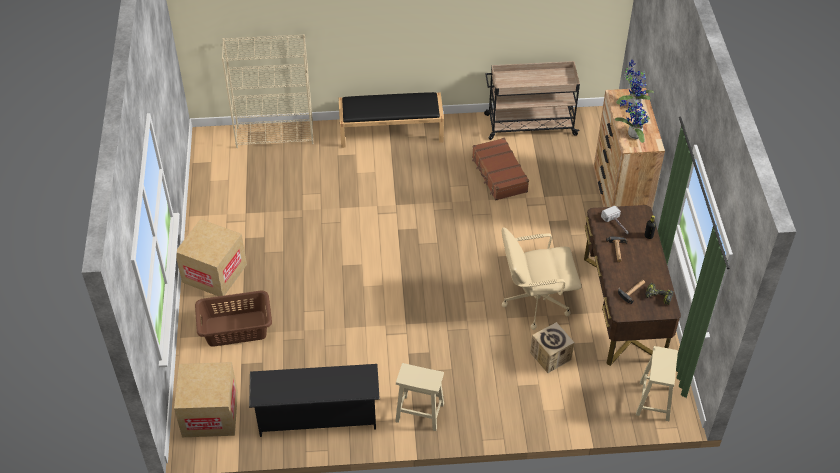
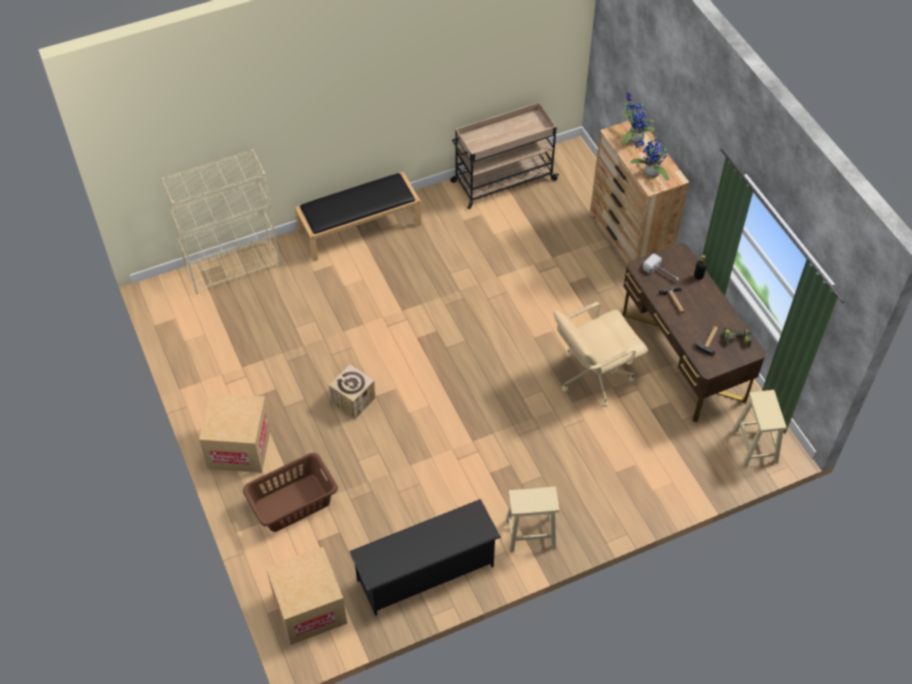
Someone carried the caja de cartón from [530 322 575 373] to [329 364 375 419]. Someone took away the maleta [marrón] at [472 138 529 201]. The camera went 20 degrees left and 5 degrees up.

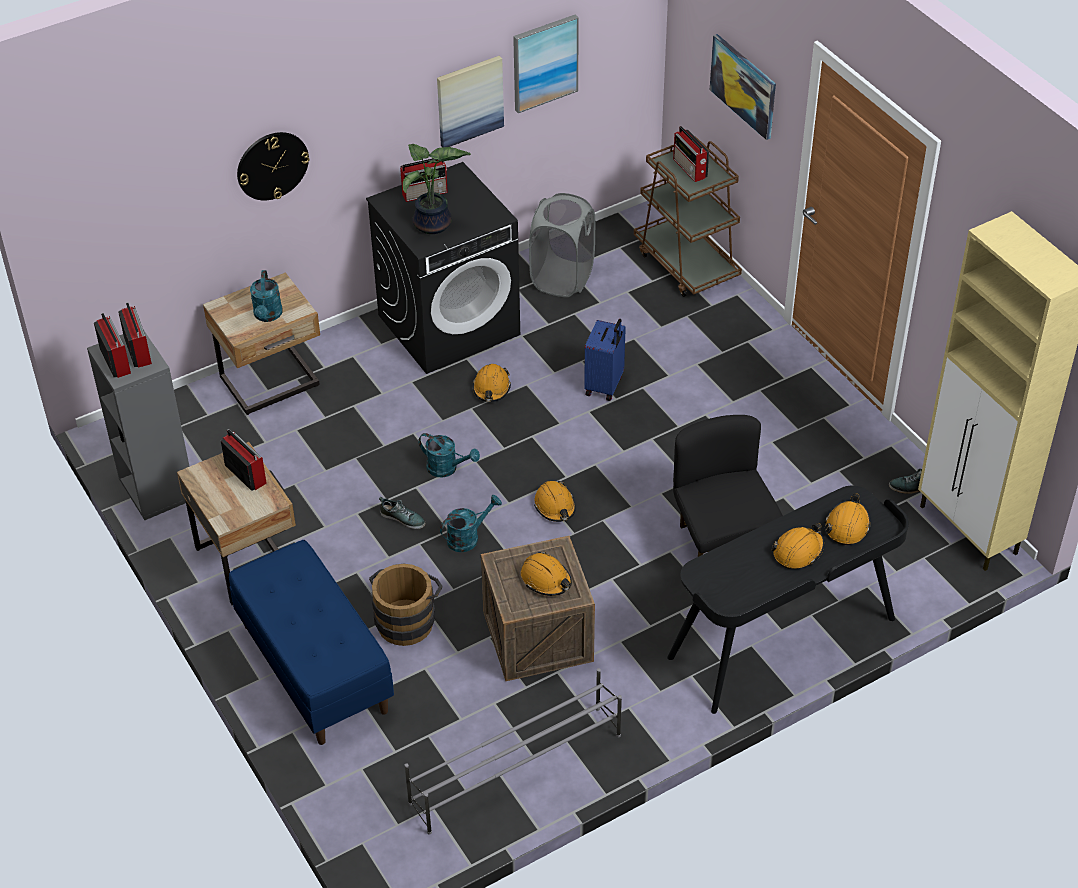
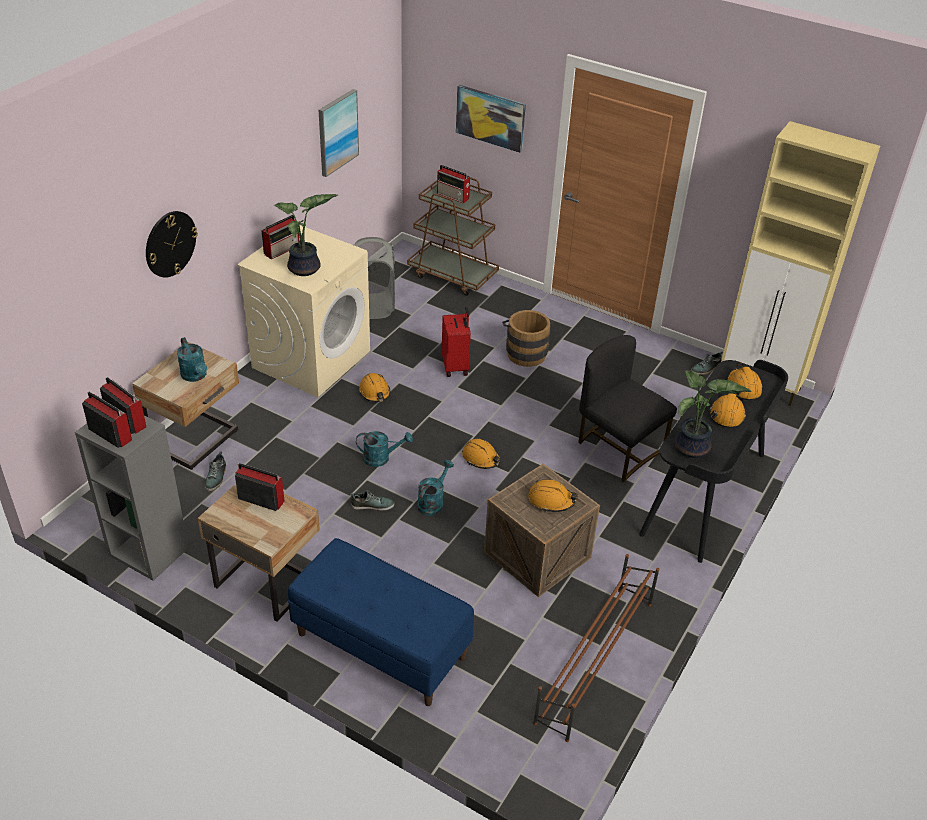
Someone put down the zapato at [205 451 226 491]. Someone repainted the lavadora [negro] at [366 162 520 374], which became the lavadora [beis] at [237 225 370 397]. Someone repainted the maleta [azul] at [584 319 626 401], which became the maleta [rojo] at [442 307 471 377]. Someone carried the cubo [marrón] from [369 564 442 646] to [502 310 553 367]. Someone repainted the zapatero [gris] at [405 668 622 835], which became the zapatero [marrón] at [533 554 659 742]. Someone put down the planta en maceta at [673 370 752 458]. Someone took away the cuadro at [437 56 504 147]. The camera went 30 degrees left and 5 degrees down.

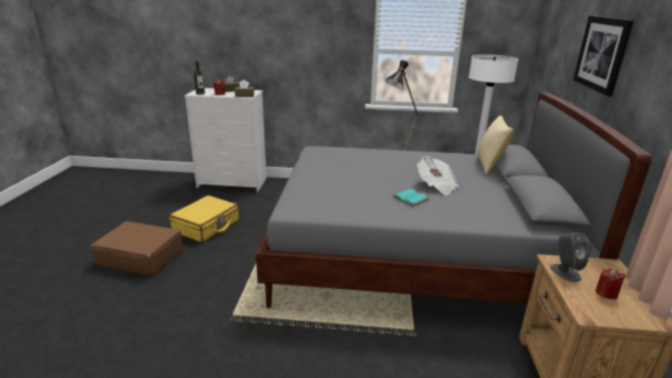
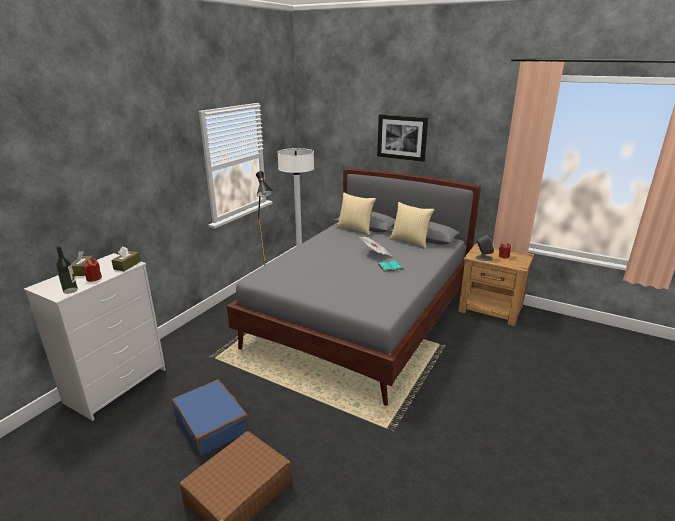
Someone repainted the maleta [amarillo] at [169 195 239 242], which became the maleta [azul] at [172 380 248 456]. Someone put down the cojín at [390 202 435 249]. The camera went 65 degrees left and 0 degrees up.

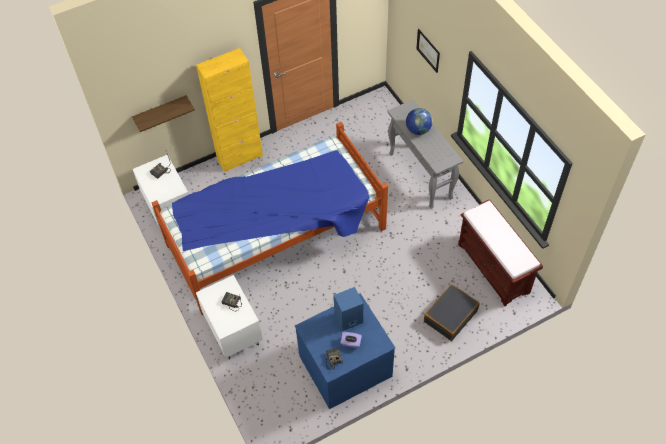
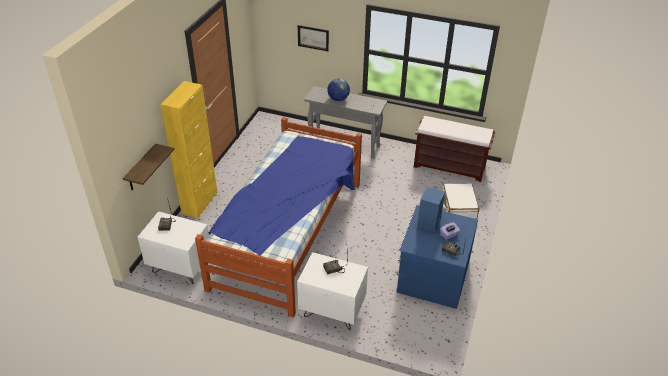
Someone repainted the maleta [negro] at [424 284 480 341], which became the maleta [blanco] at [442 183 479 219]. The camera went 45 degrees left and 15 degrees down.

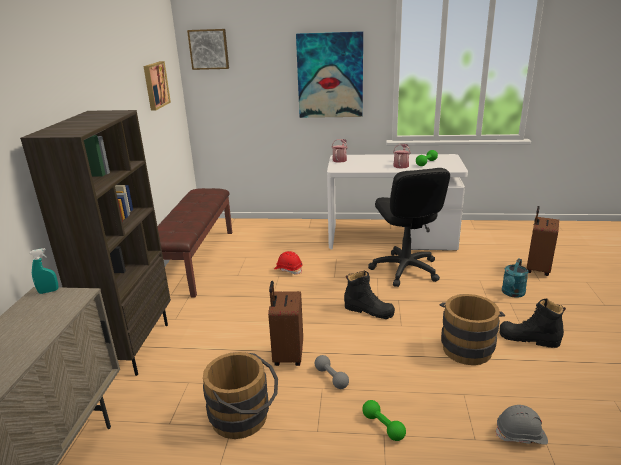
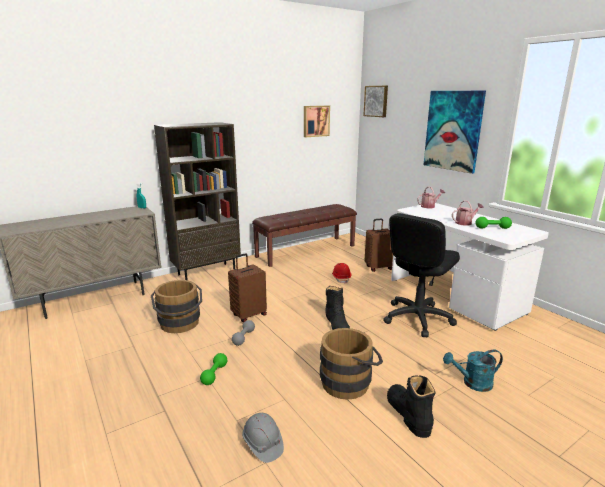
Someone carried the maleta [marrón] from [527 206 559 276] to [365 218 393 272]. The camera went 50 degrees right and 5 degrees down.

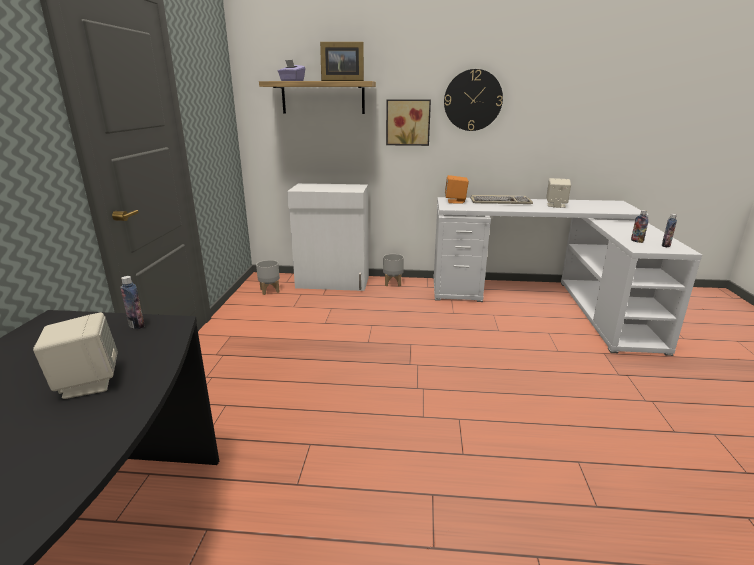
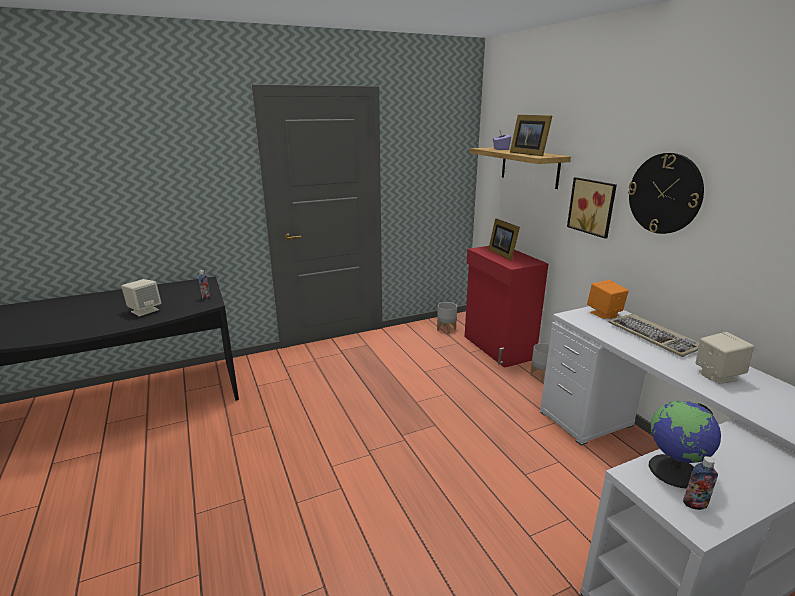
Someone repainted the armario [blanco] at [287 183 369 291], which became the armario [rojo] at [465 246 548 368]. Someone put down the portarretratos at [488 218 520 260]. Someone swapped the botella at [631 210 648 243] for the globo terráqueo at [649 401 721 488]. The camera went 60 degrees right and 0 degrees up.

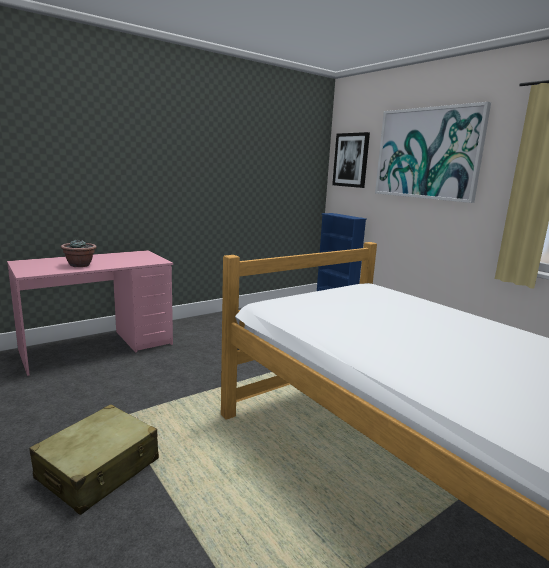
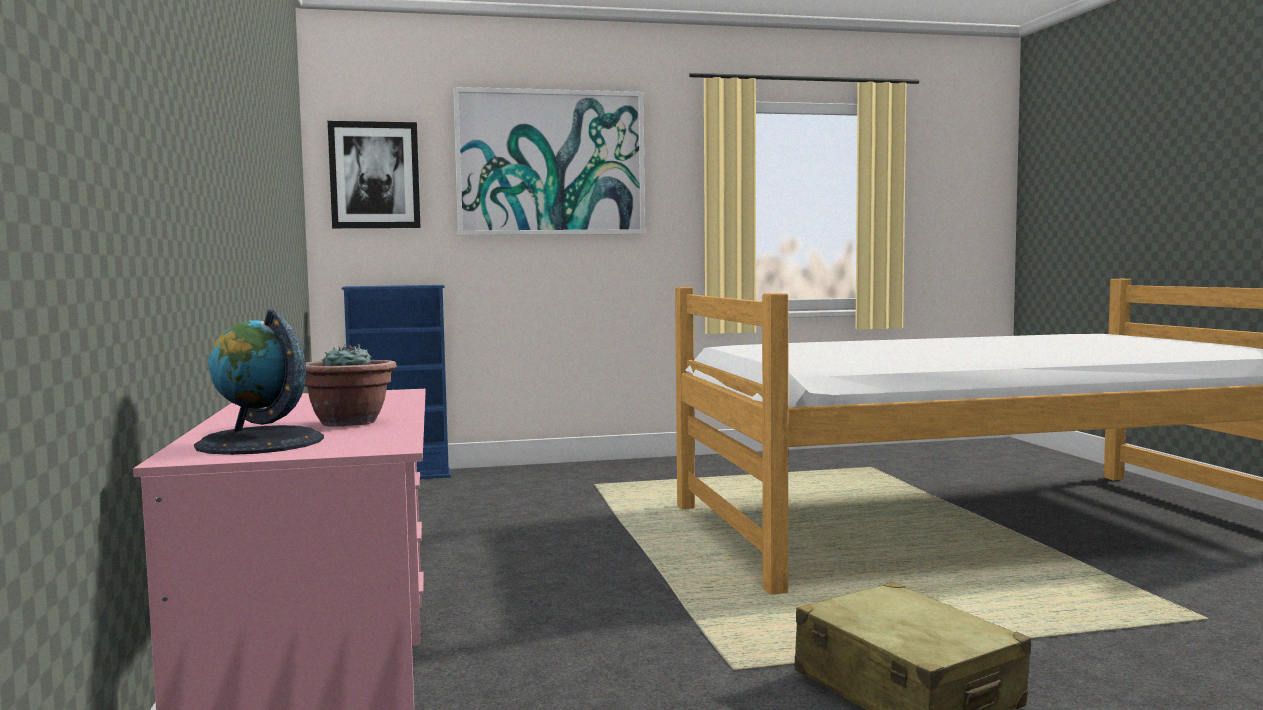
Someone put down the globo terráqueo at [194 309 324 455]. The camera went 65 degrees left and 10 degrees down.

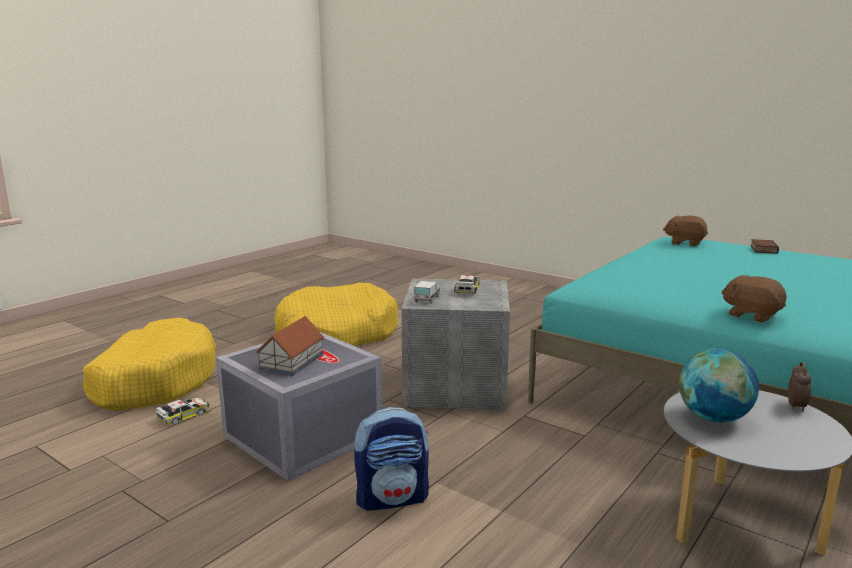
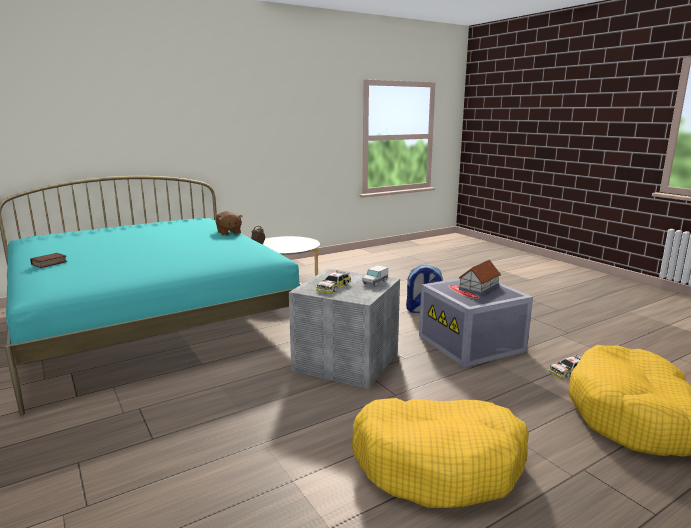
Someone took away the peluche [marrón] at [663 216 708 246]. Someone took away the globo terráqueo at [679 348 759 423]. The camera went 160 degrees left and 0 degrees up.

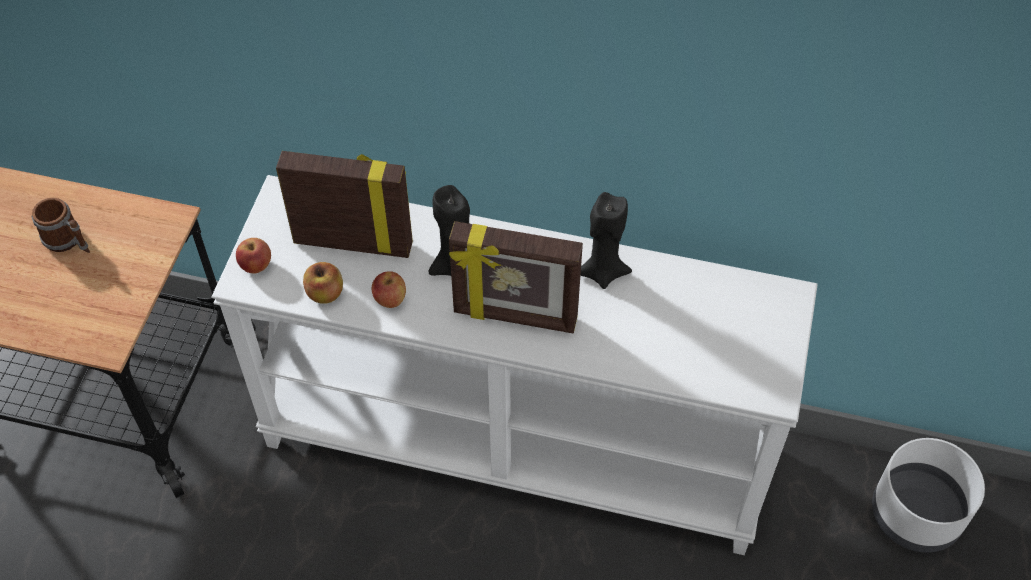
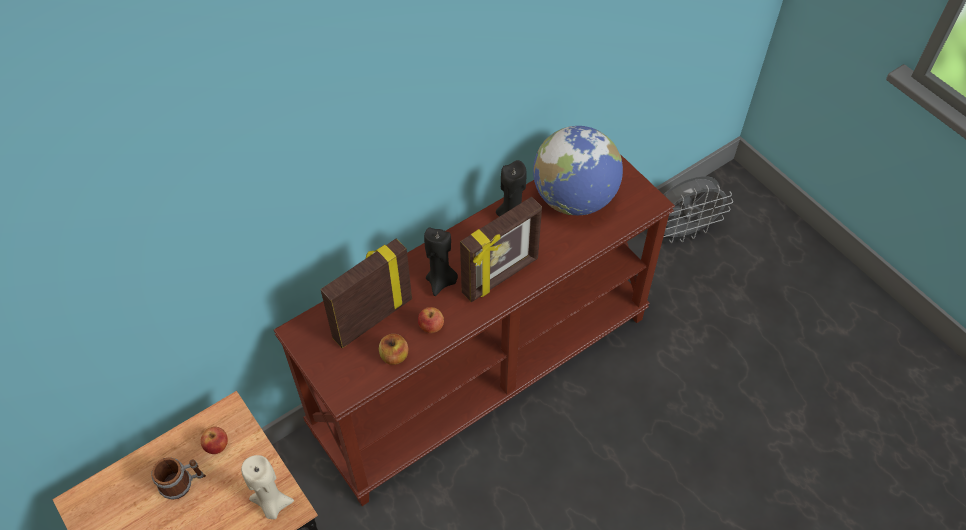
Someone carried the manzana from [236 238 271 274] to [201 427 228 454]. Someone put down the vela [beis] at [241 455 294 519]. Someone repainted the mesa consola [blanco] at [211 175 818 555], which became the mesa consola [marrón] at [274 154 675 506]. Someone put down the globo terráqueo at [533 126 623 215]. Someone swapped the maceta [blanco] at [872 438 985 553] for the ventilador [gris] at [663 176 733 243]. The camera went 50 degrees left and 0 degrees up.

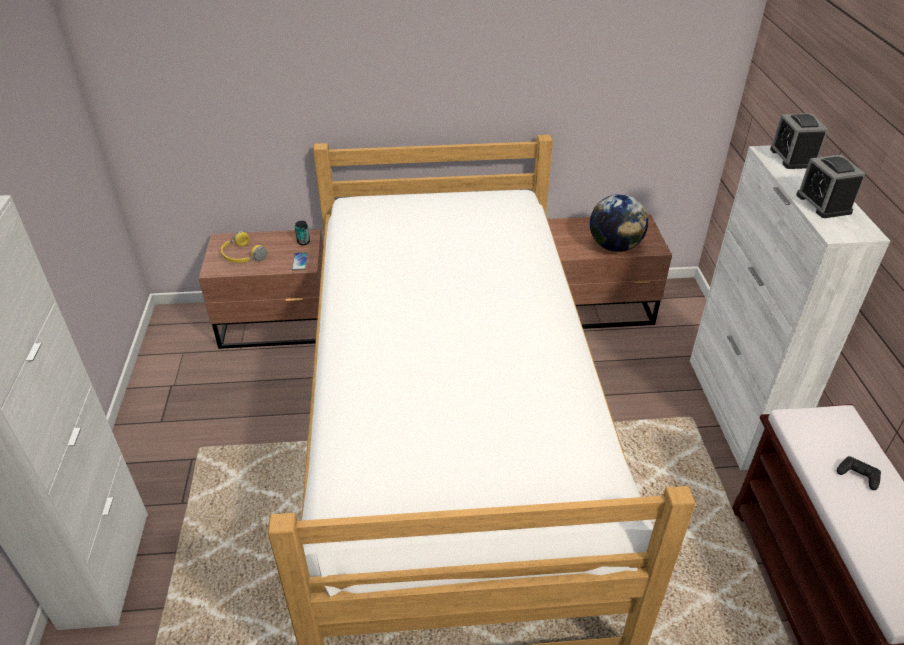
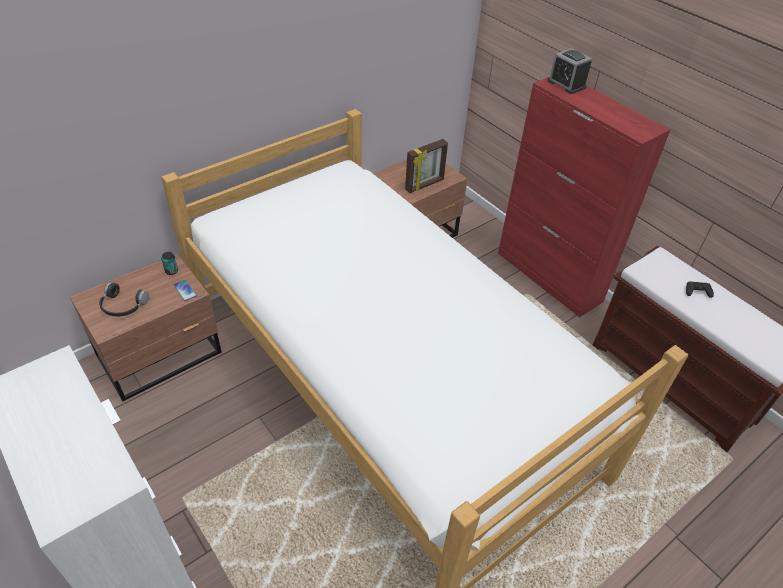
Someone repainted the auriculares [amarillo] at [221 231 267 263], which became the auriculares [negro] at [99 282 149 317]. Someone swapped the globo terráqueo at [590 194 648 252] for the portarretratos at [405 139 448 193]. Someone repainted the armario [blanco] at [690 145 890 470], which became the armario [rojo] at [498 77 670 317]. Someone took away the despertador at [796 155 866 218]. The camera went 35 degrees left and 5 degrees up.

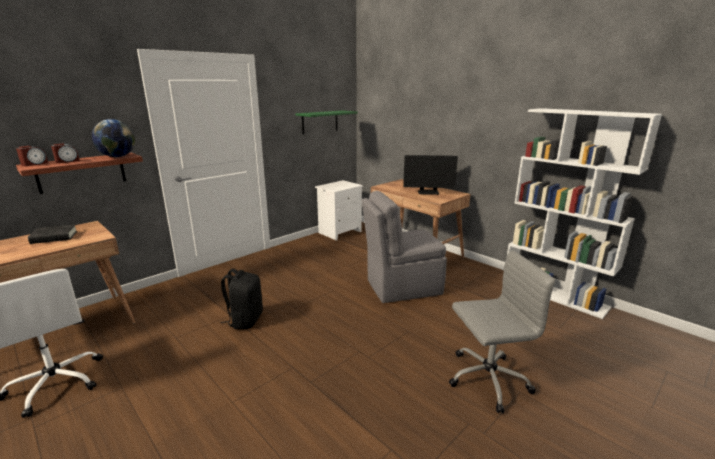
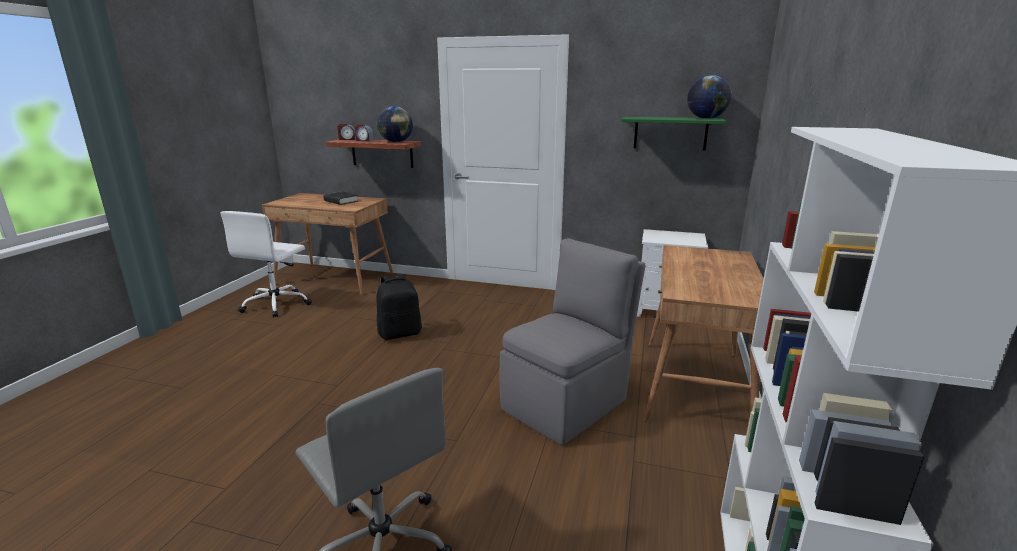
Someone rotated the silla [gris] at [362 191 447 303] by 90 degrees clockwise. Someone put down the globo terráqueo at [687 75 732 119]. Someone took away the monitor at [403 155 458 195]. The camera went 60 degrees right and 0 degrees up.

